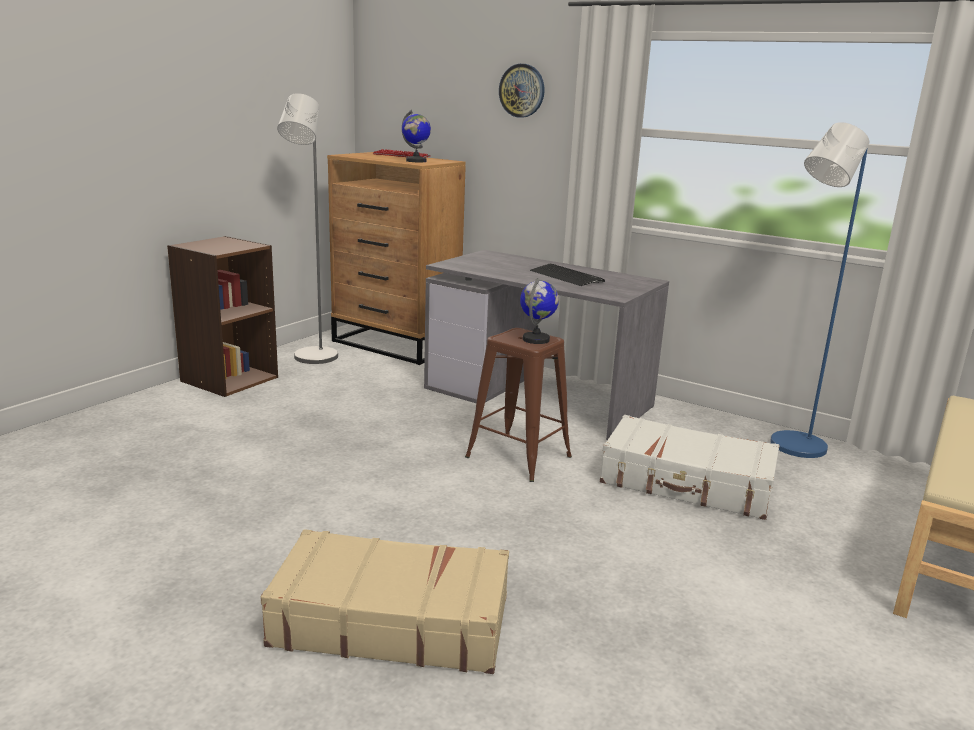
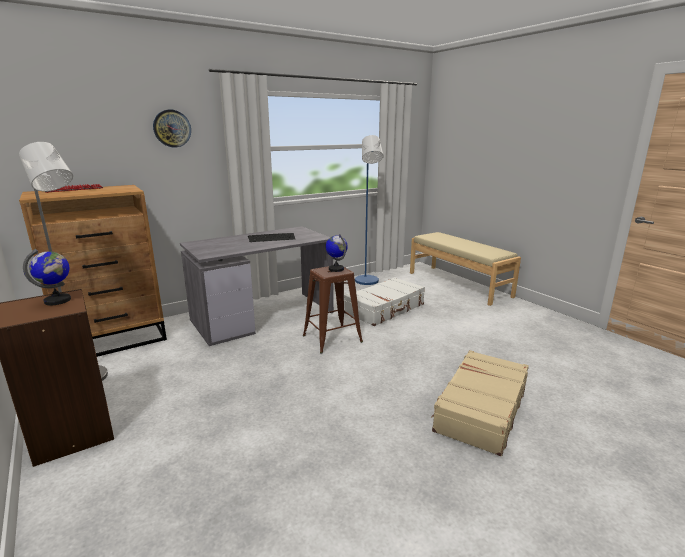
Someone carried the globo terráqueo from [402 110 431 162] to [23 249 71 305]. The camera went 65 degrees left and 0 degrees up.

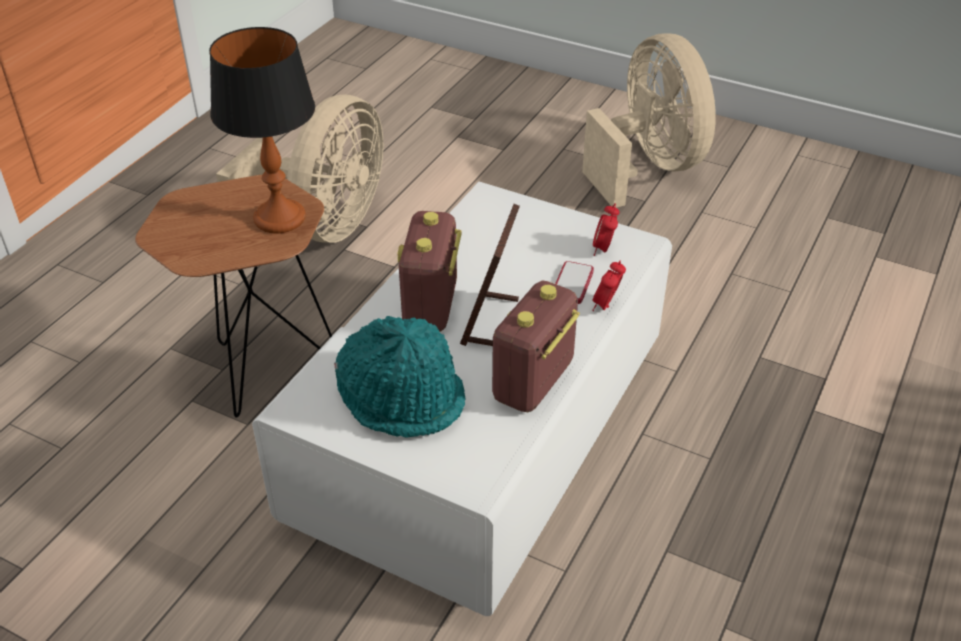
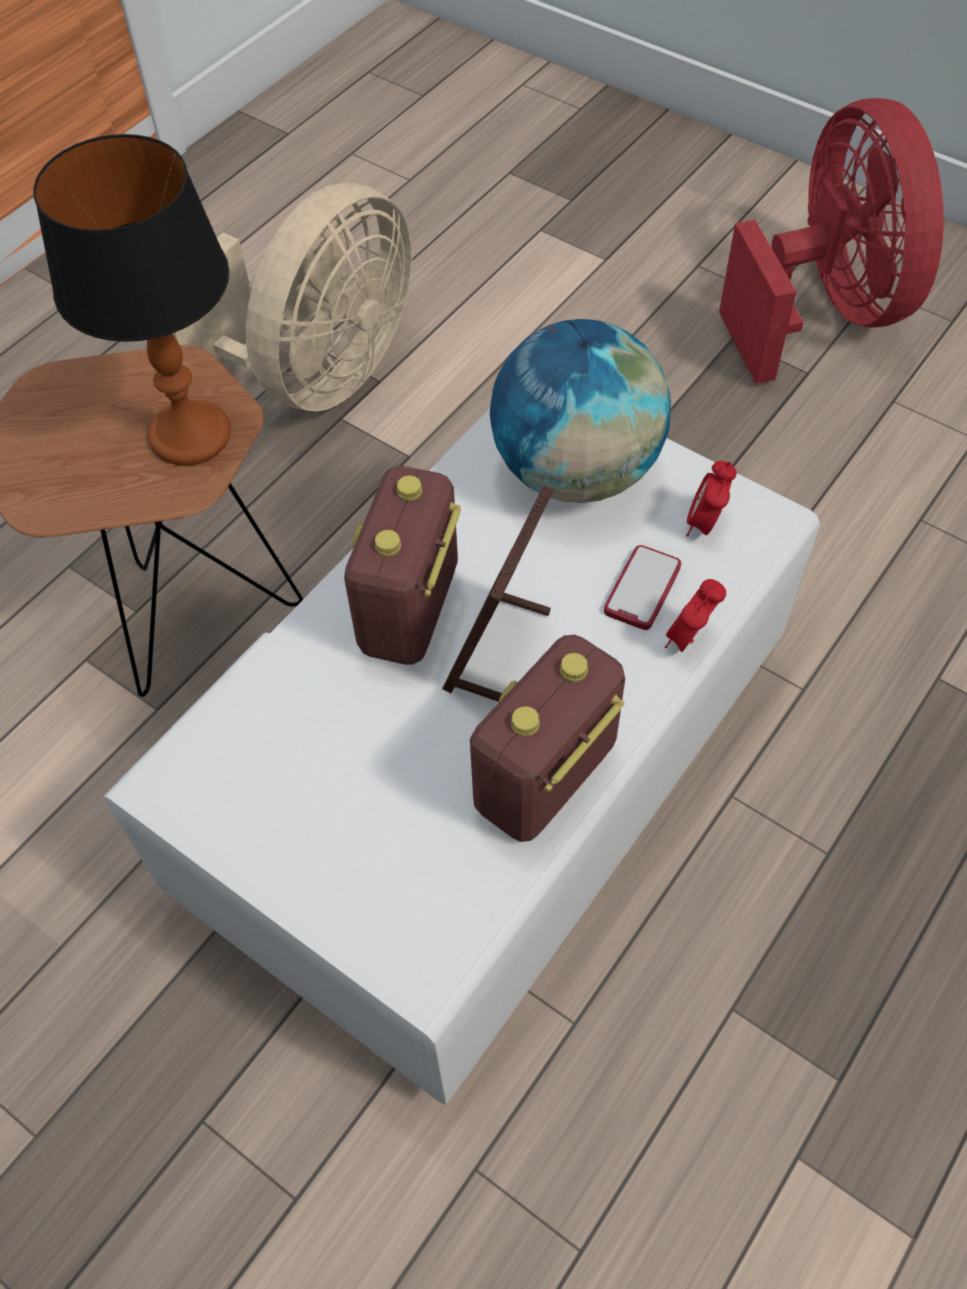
Someone put down the globo terráqueo at [490 319 671 503]. Someone repainted the ventilador [beis] at [582 33 716 208], which became the ventilador [rojo] at [719 98 944 384]. Someone took away the sombrero [turquesa] at [334 316 466 438]. The camera went 10 degrees right and 15 degrees up.

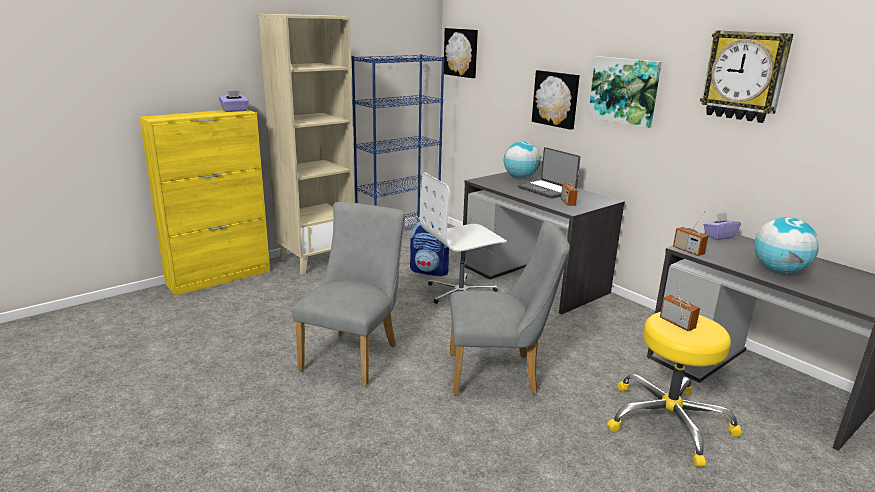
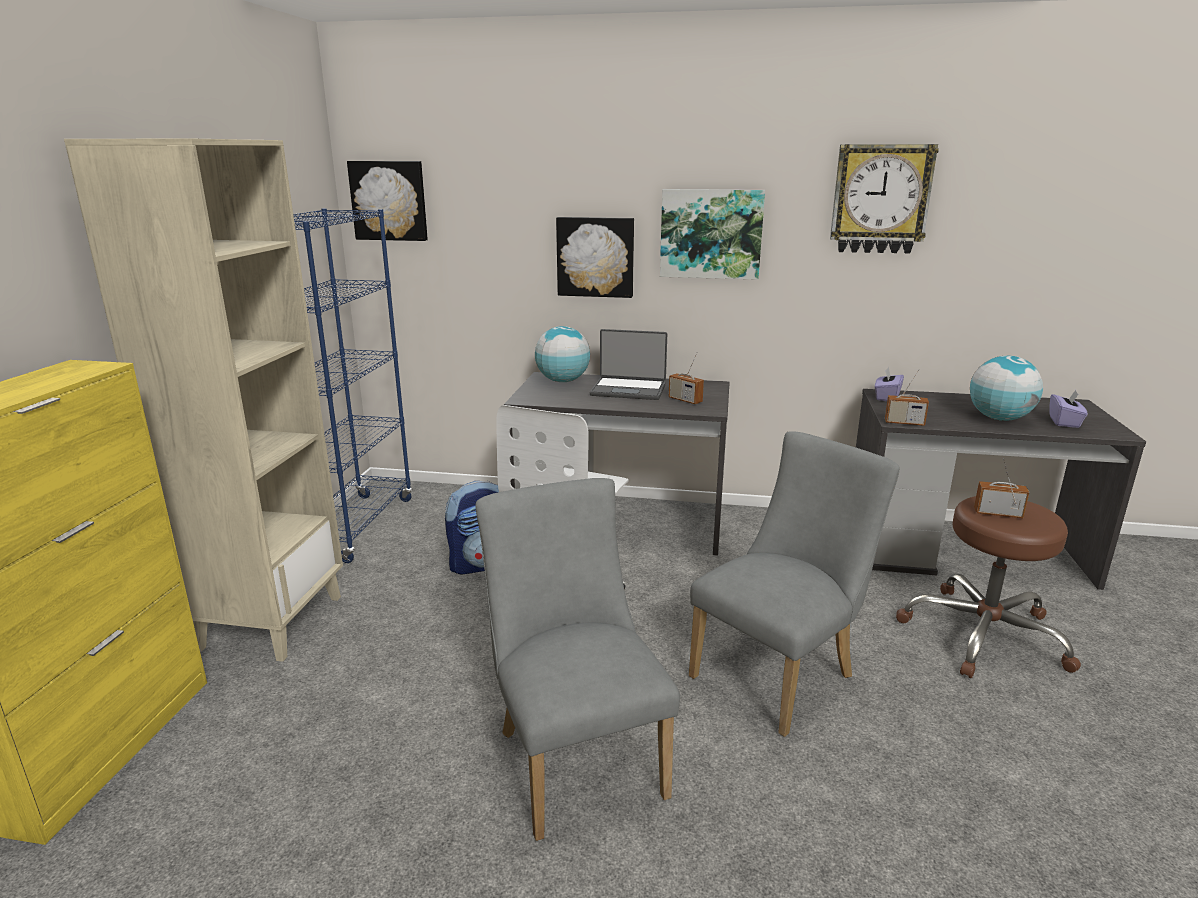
Someone repainted the taburete [amarillo] at [607 312 742 467], which became the taburete [marrón] at [896 496 1081 678]. Someone carried the caja de pañuelos [morado] from [219 91 249 112] to [1049 390 1088 428]. The camera went 40 degrees left and 0 degrees up.

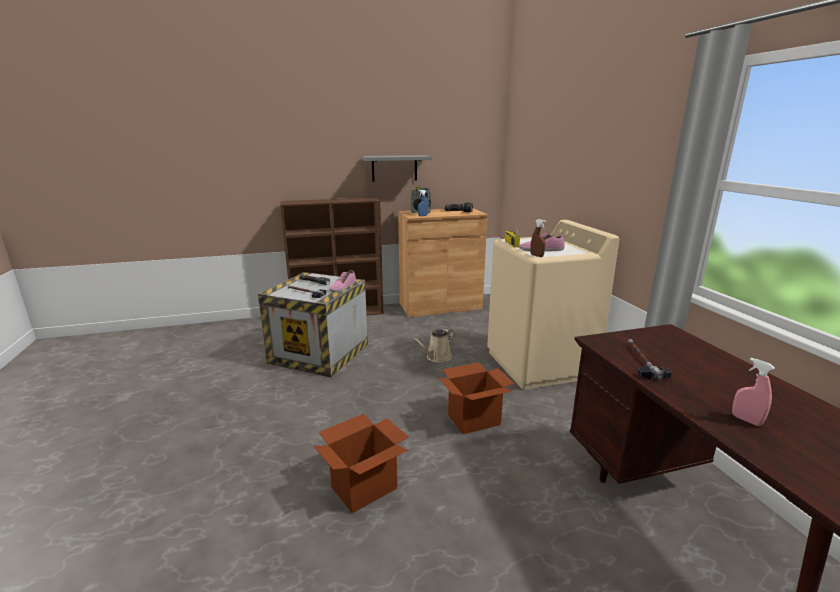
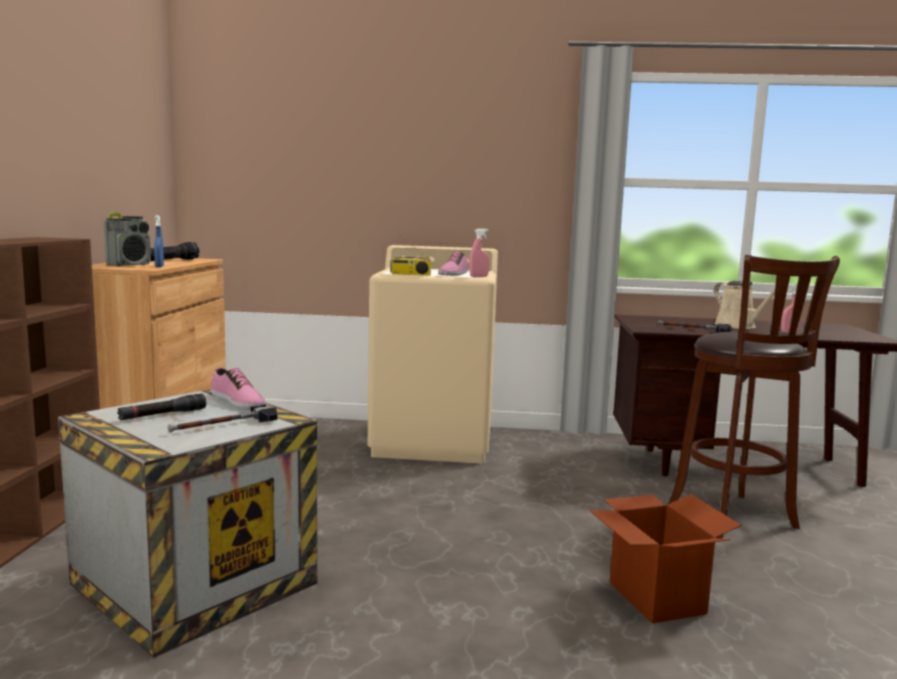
Someone repainted the pulverizador [marrón] at [531 219 546 257], which became the pulverizador [rosa] at [469 229 490 277]. Someone put down the taburete [marrón] at [668 255 840 539]. Someone carried the regadera [beis] from [413 328 453 362] to [714 281 775 329]. Someone took away the estante [gris] at [362 155 432 182]. Someone took away the caja de cartón at [438 362 515 434]. The camera went 70 degrees left and 10 degrees down.

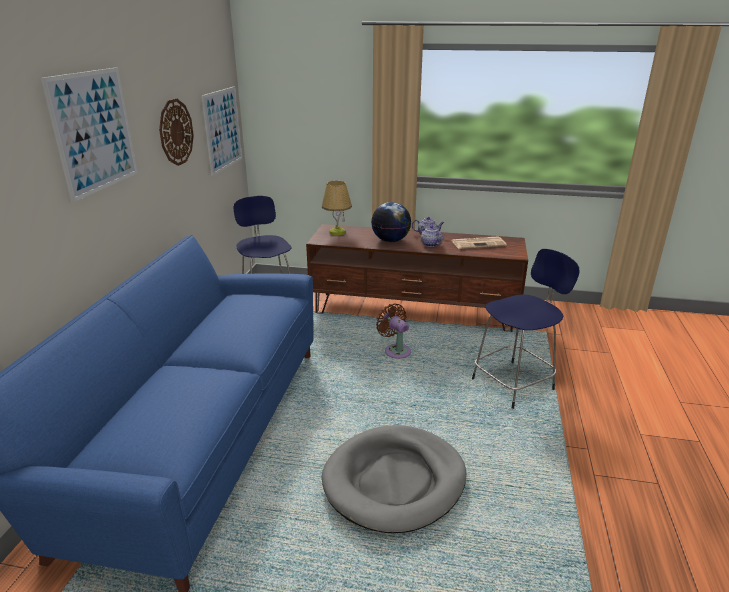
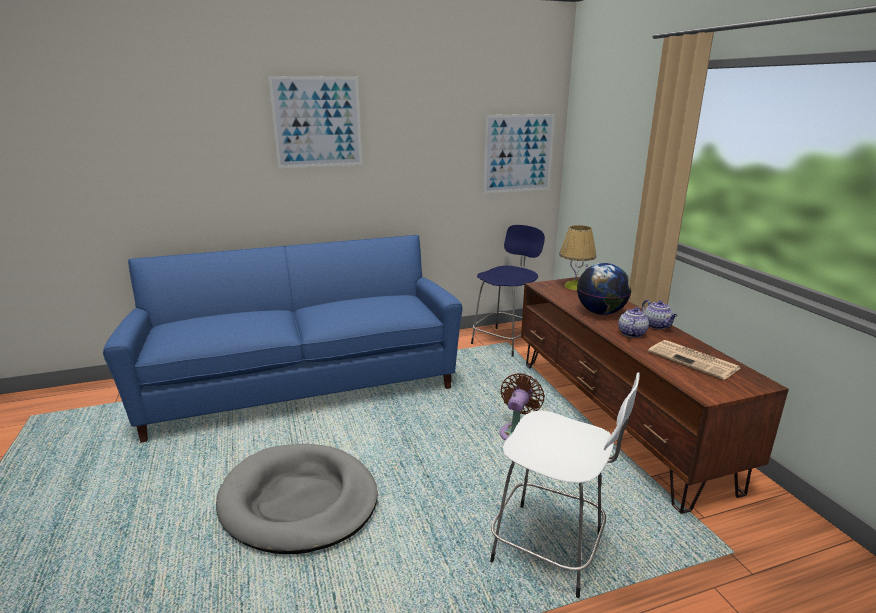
Someone repainted the taburete [azul] at [472 249 580 409], which became the taburete [blanco] at [490 373 640 598]. Someone took away the reloj de pared at [159 98 194 166]. The camera went 60 degrees right and 5 degrees down.

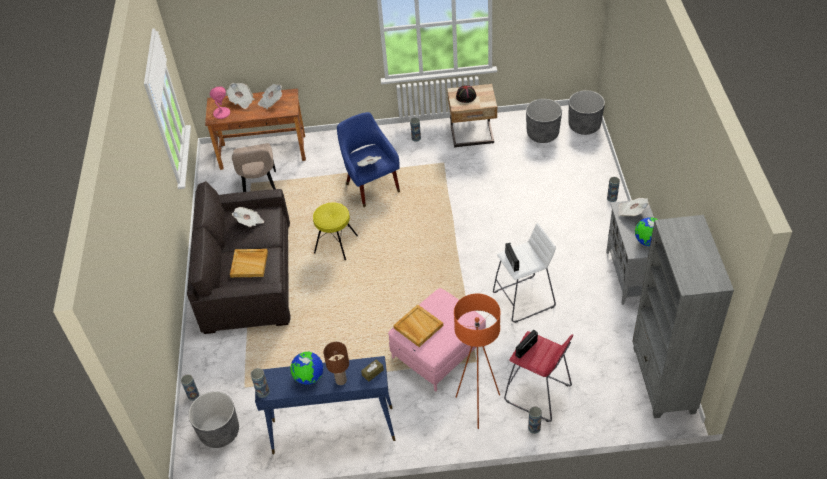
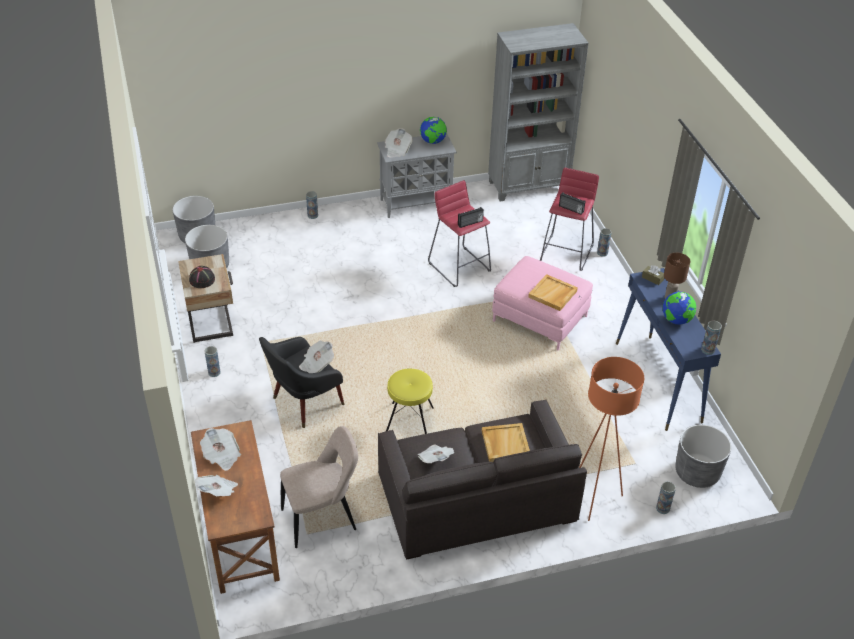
Someone repainted the sillón [azul] at [337 112 400 207], which became the sillón [negro] at [259 337 344 428]. Someone repainted the taburete [blanco] at [493 223 556 323], which became the taburete [rojo] at [428 180 491 287]. Someone carried the lámpara de pie [naranja] from [454 294 500 429] to [579 357 644 521]. Someone took away the lámpara de mesa [rosa] at [210 86 230 119]. The camera went 105 degrees left and 5 degrees down.

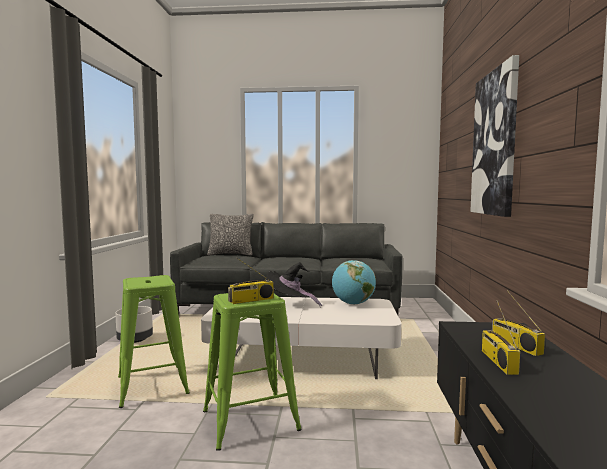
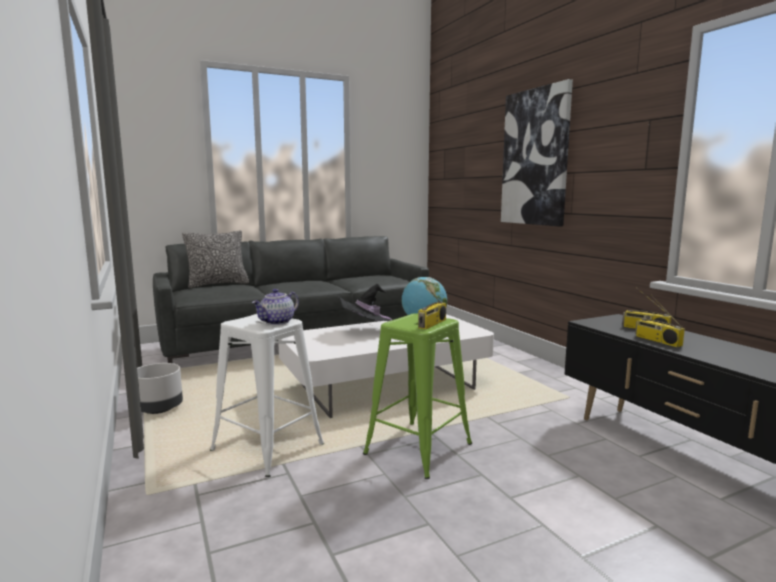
Someone repainted the taburete [verde] at [118 275 190 408], which became the taburete [blanco] at [210 314 324 477]. Someone put down the tetera at [252 289 299 325]. The camera went 30 degrees left and 5 degrees up.

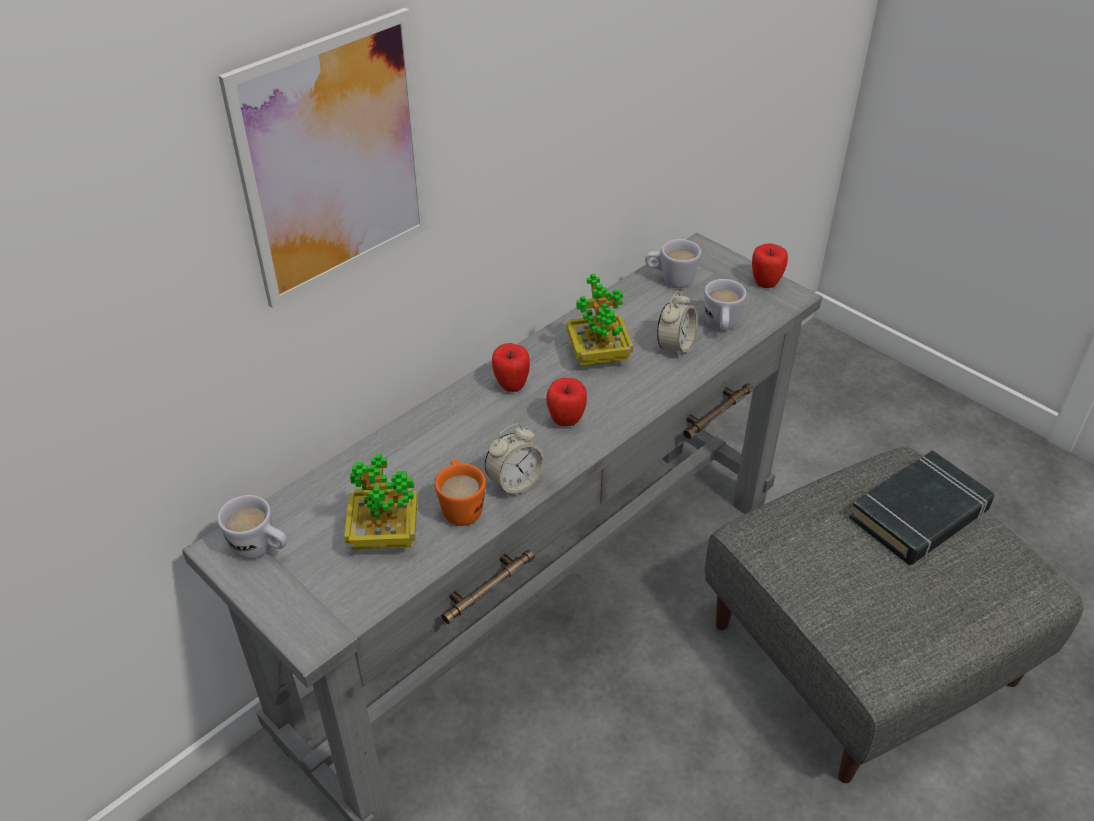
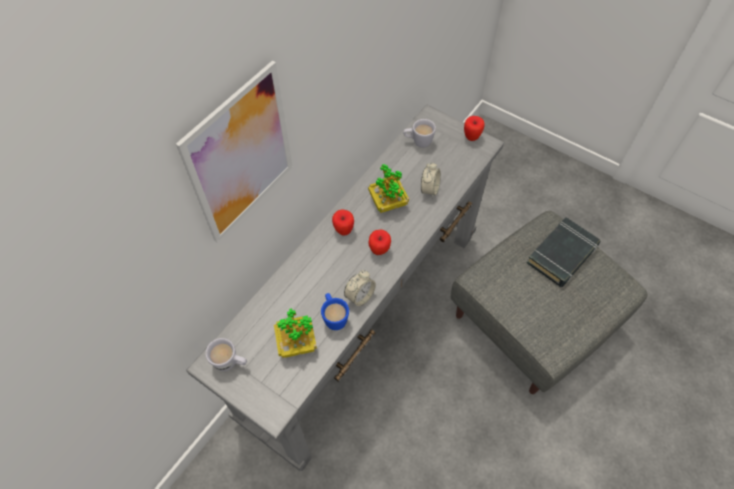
Someone repainted the taza grande [naranja] at [435 460 486 526], which became the taza grande [azul] at [321 293 349 330]. Someone took away the taza grande [blanco] at [704 279 746 330]. The camera went 10 degrees left and 15 degrees up.

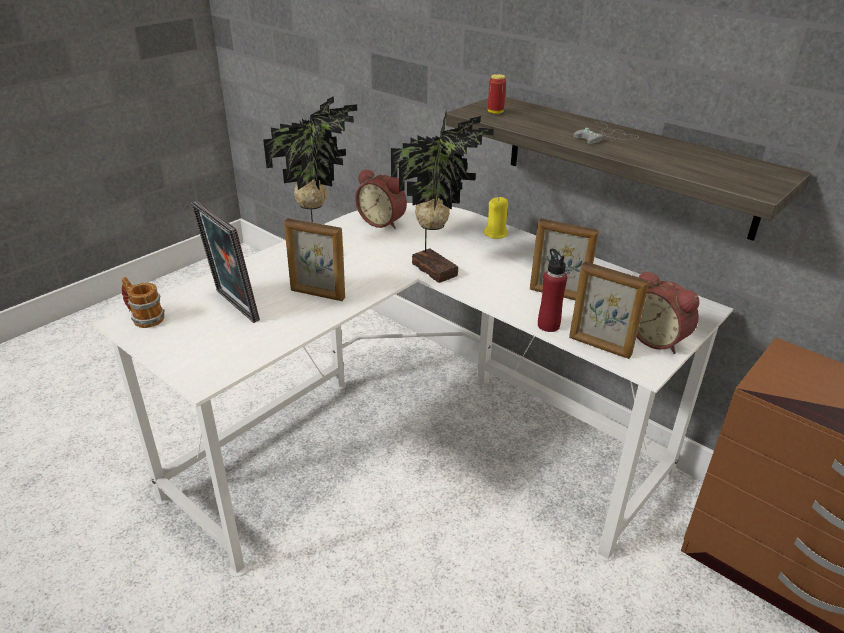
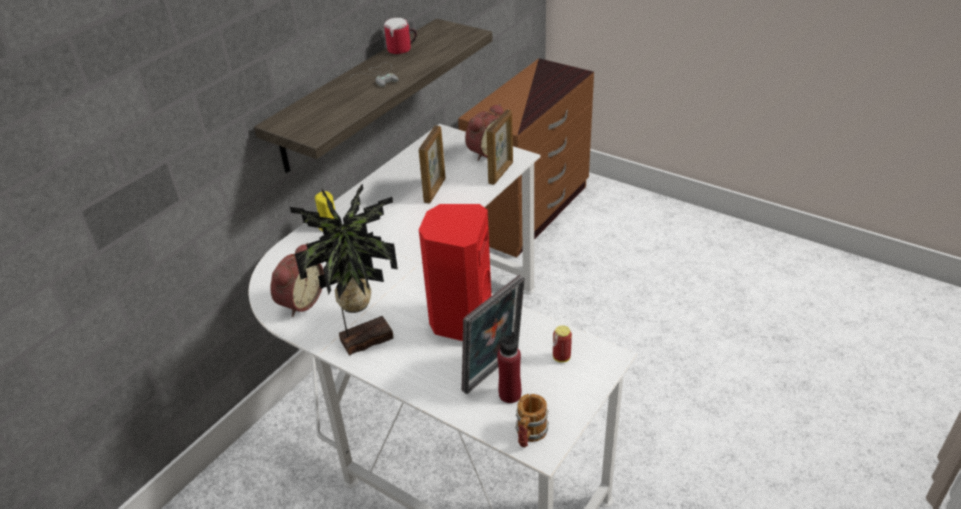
Someone put down the taza grande at [384 18 417 54]. Someone swapped the portarretratos at [284 218 345 301] for the altavoz [rojo] at [419 204 491 341]. Someone carried the botella [rojo] from [538 249 567 332] to [497 331 521 403]. Someone carried the lata from [488 74 506 114] to [553 325 572 362]. Someone took away the planta en maceta at [391 110 494 283]. The camera went 95 degrees left and 5 degrees up.

